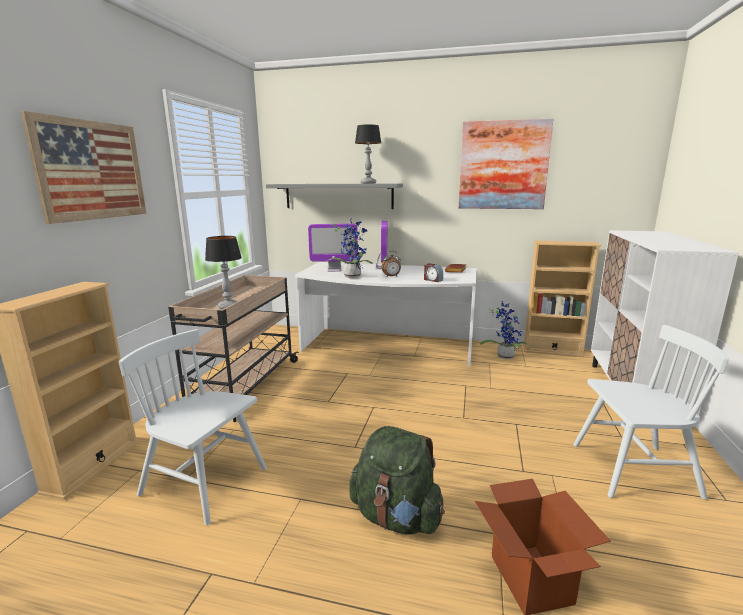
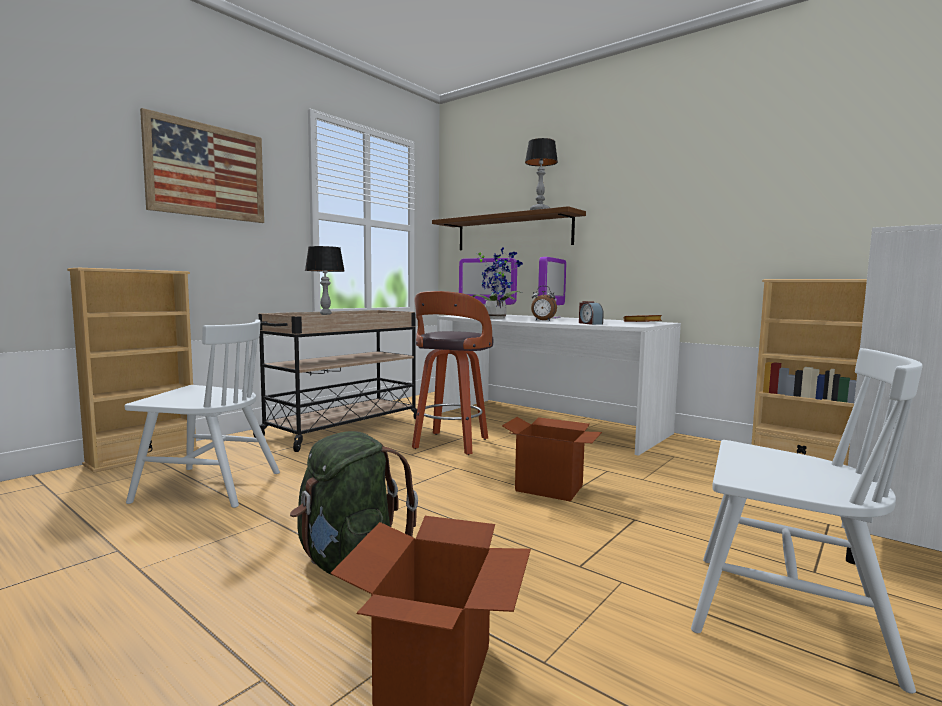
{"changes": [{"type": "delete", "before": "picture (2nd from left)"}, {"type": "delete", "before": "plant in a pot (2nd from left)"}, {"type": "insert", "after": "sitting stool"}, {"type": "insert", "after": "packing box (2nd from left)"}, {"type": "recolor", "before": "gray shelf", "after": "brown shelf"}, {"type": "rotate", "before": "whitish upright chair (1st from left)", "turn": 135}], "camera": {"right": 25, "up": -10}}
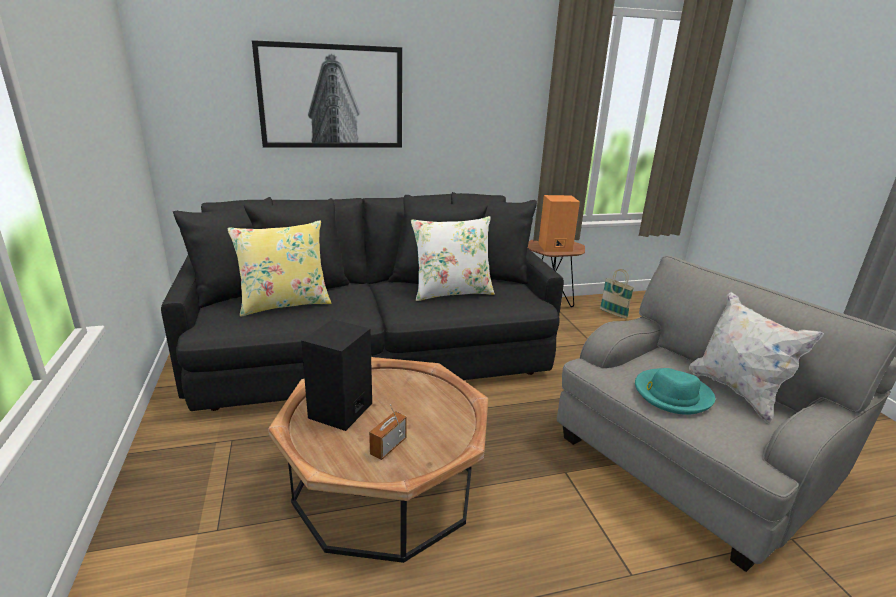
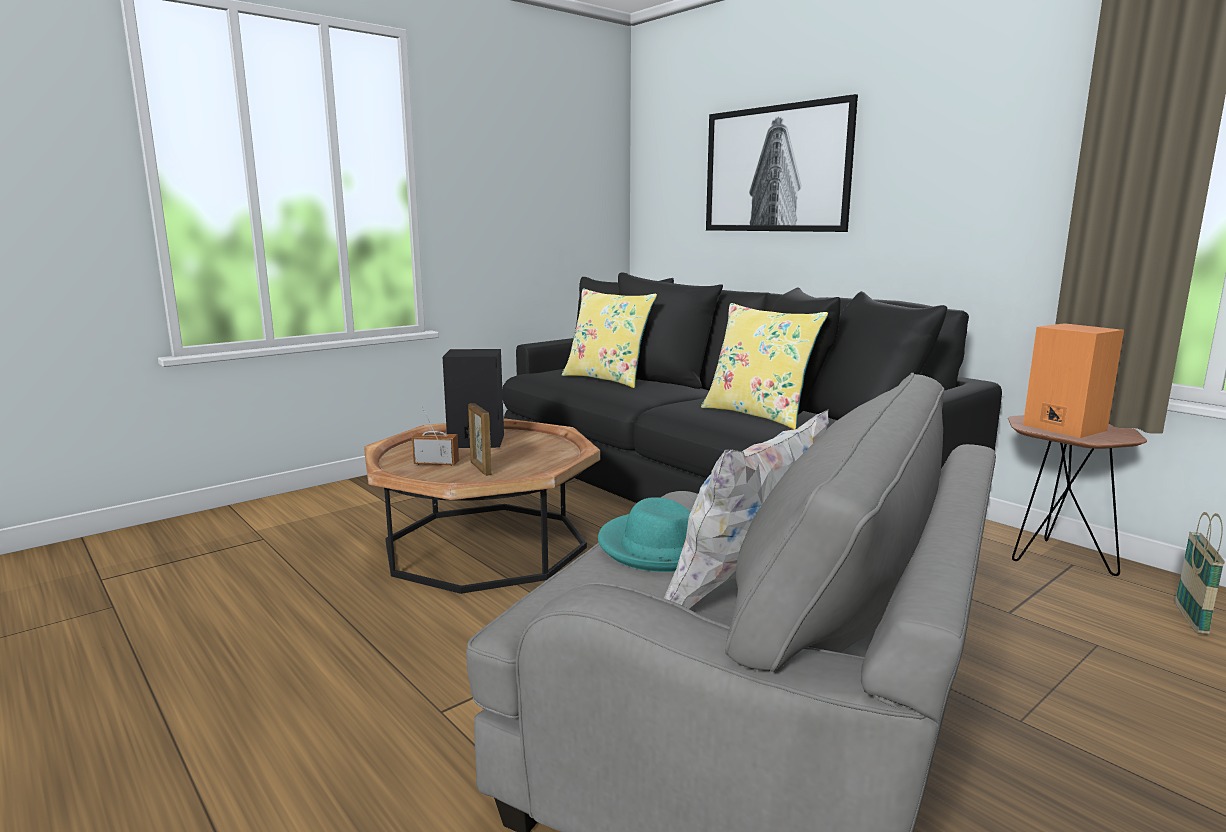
{"changes": [{"type": "insert", "after": "picture frame"}, {"type": "recolor", "before": "whitish throw pillow (1st from left)", "after": "yellowish throw pillow (2nd from left)"}], "camera": {"right": 65, "up": -10}}
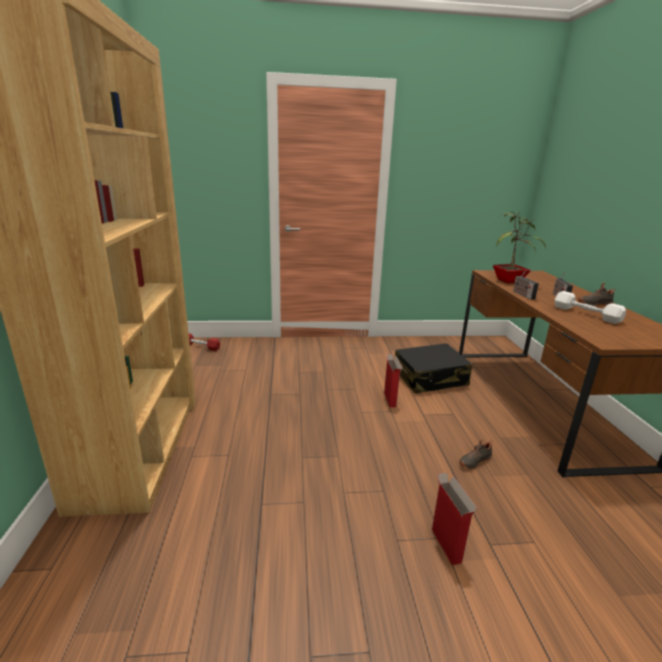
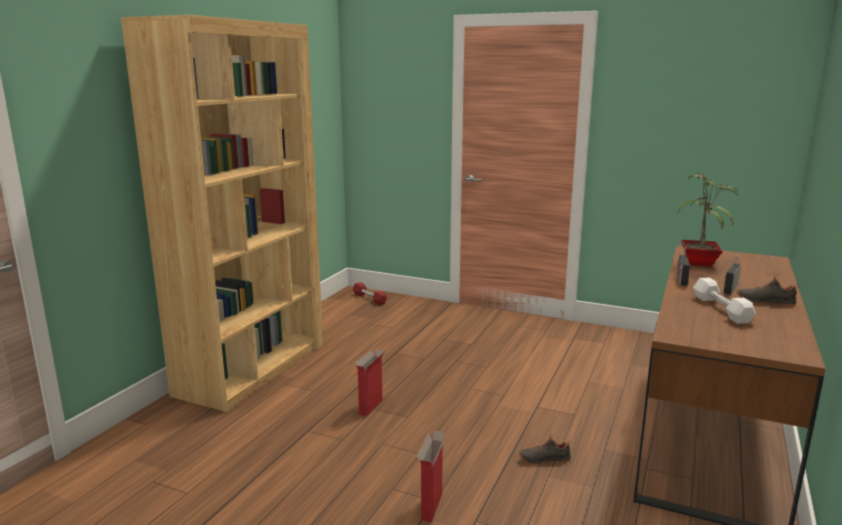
{"changes": [{"type": "delete", "before": "blackish suitcase"}, {"type": "move", "before": "packing box (1st from left)"}], "camera": {"right": 30, "up": -5}}
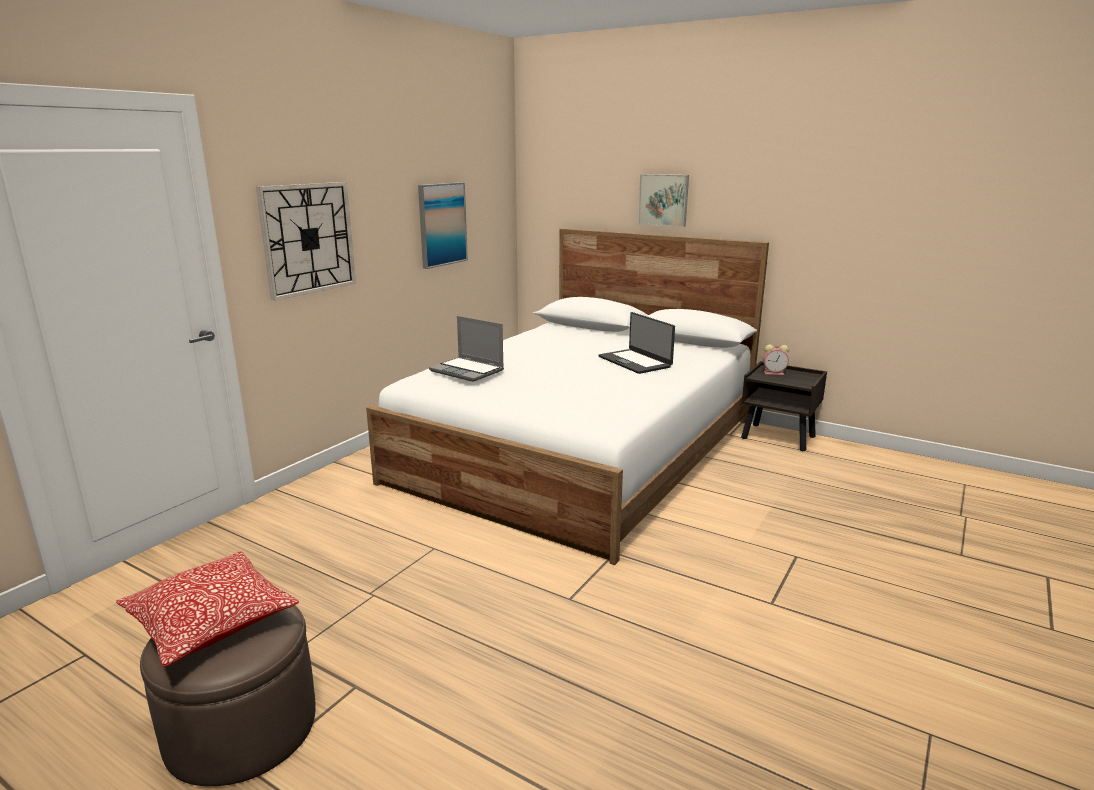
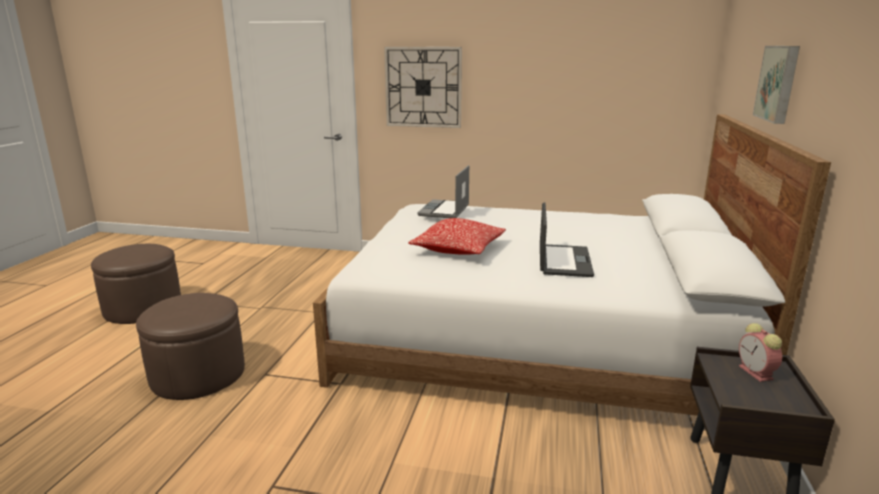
{"changes": [{"type": "delete", "before": "picture (1st from left)"}, {"type": "insert", "after": "brown ottoman (2nd from left)"}, {"type": "move", "before": "throw pillow"}, {"type": "rotate", "before": "laptop (2nd from left)", "turn": 150}], "camera": {"right": 70, "up": 0}}
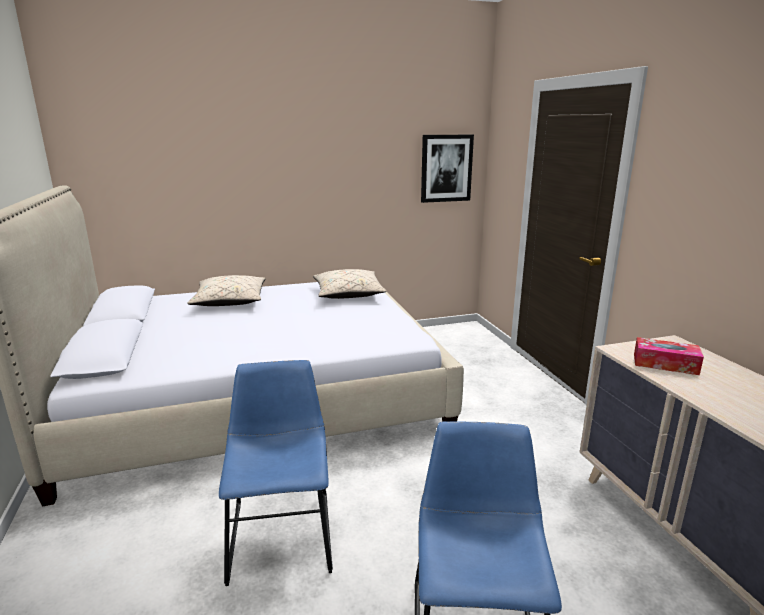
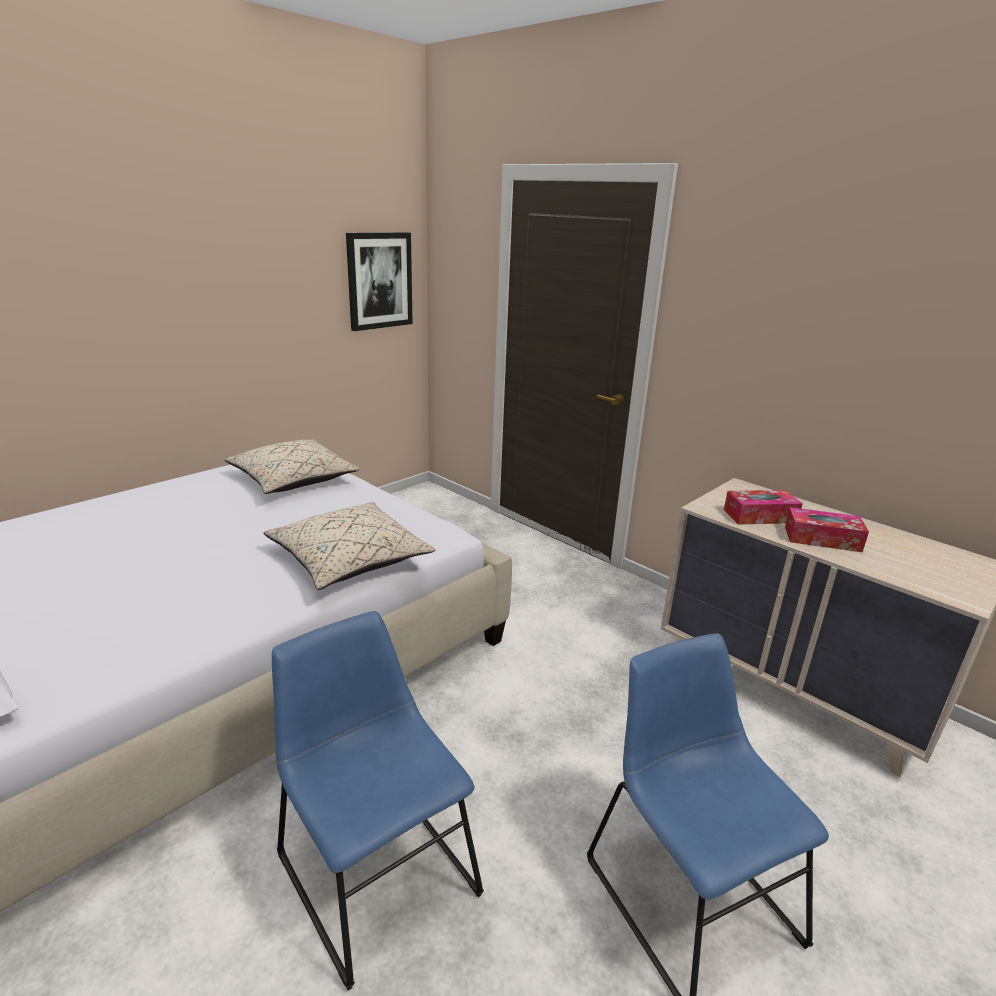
{"changes": [{"type": "insert", "after": "tissue box (2nd from left)"}, {"type": "move", "before": "beige throw pillow (1st from left in the first image)", "after": "beige throw pillow (2nd from left)"}], "camera": {"right": -30, "up": 5}}
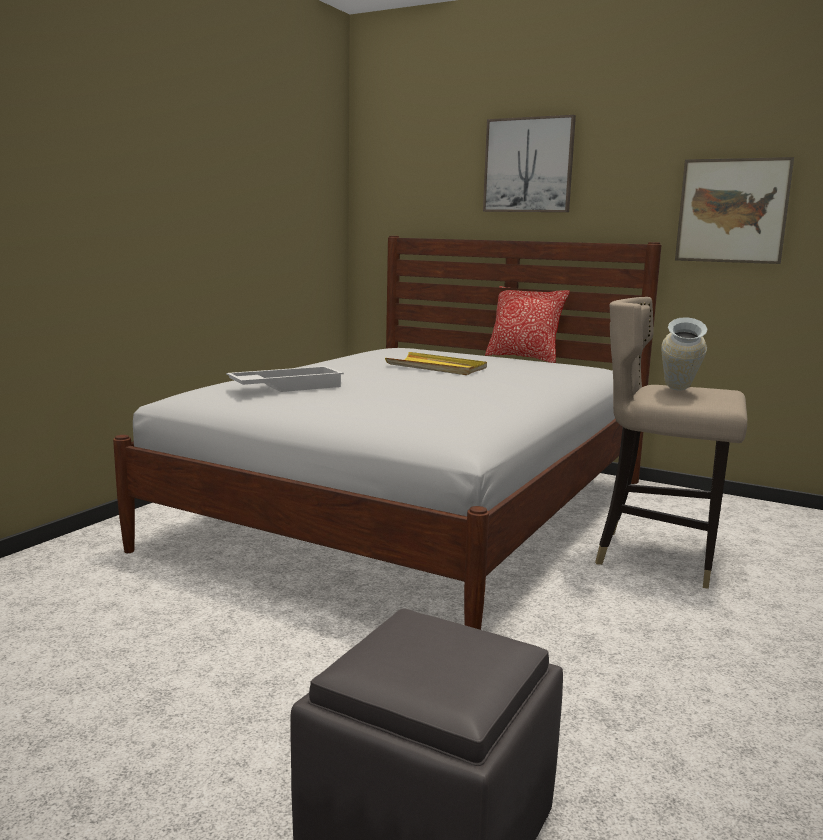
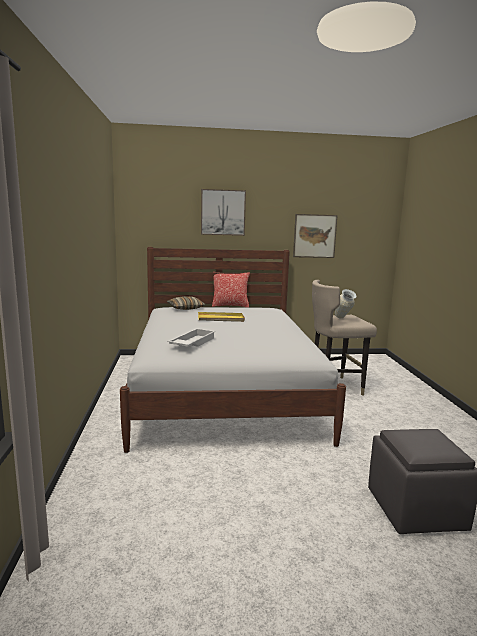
{"changes": [{"type": "insert", "after": "throw pillow (1st from left)"}], "camera": {"right": -35, "up": 0}}
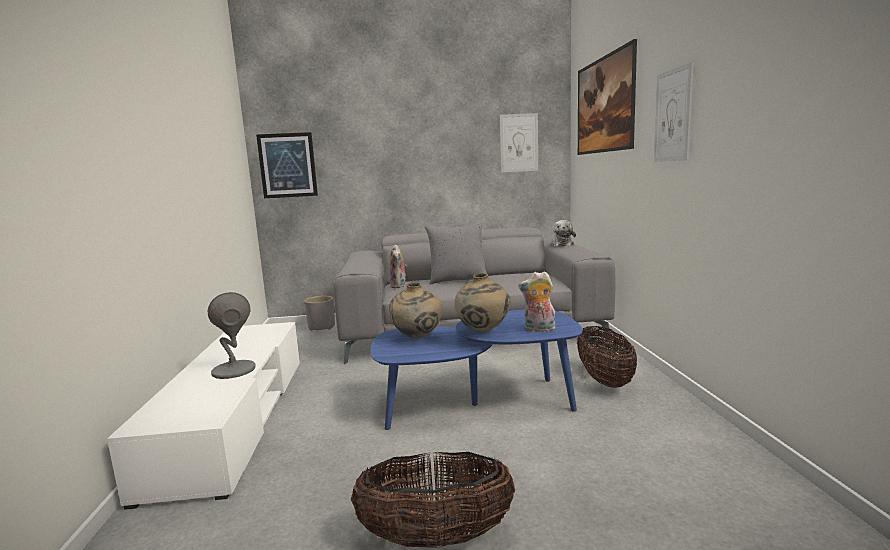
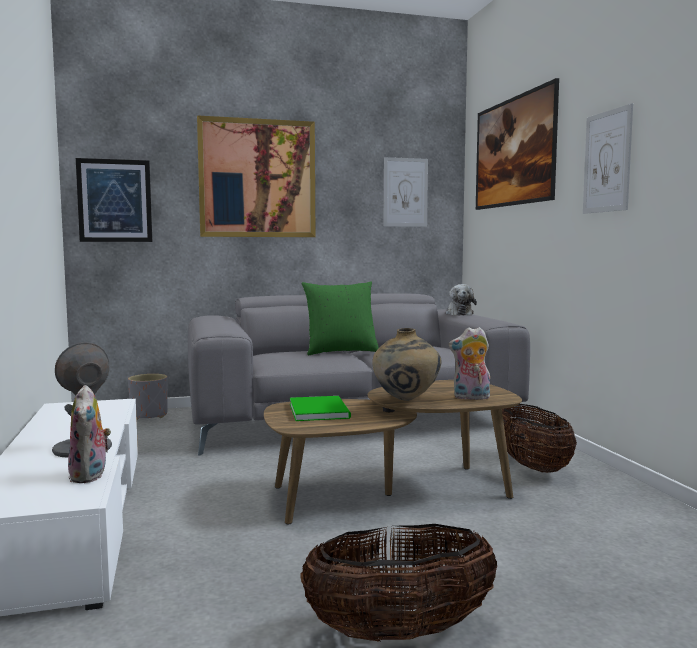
{"changes": [{"type": "insert", "after": "picture (2nd from left)"}, {"type": "move", "before": "cuddly toy (1st from left)"}, {"type": "replace", "before": "beige decorative vase (1st from left)", "after": "green-coloured volume"}, {"type": "recolor", "before": "blue low table", "after": "brown low table"}, {"type": "recolor", "before": "gray throw pillow", "after": "green-coloured throw pillow"}], "camera": {"right": -10, "up": -5}}
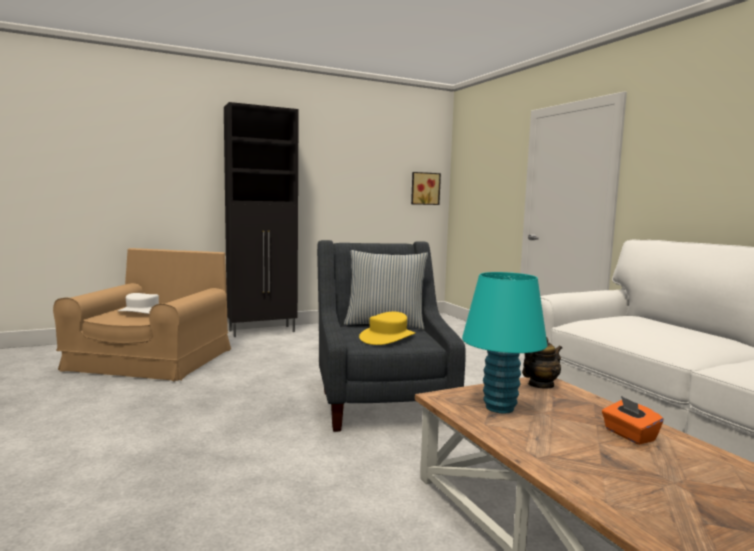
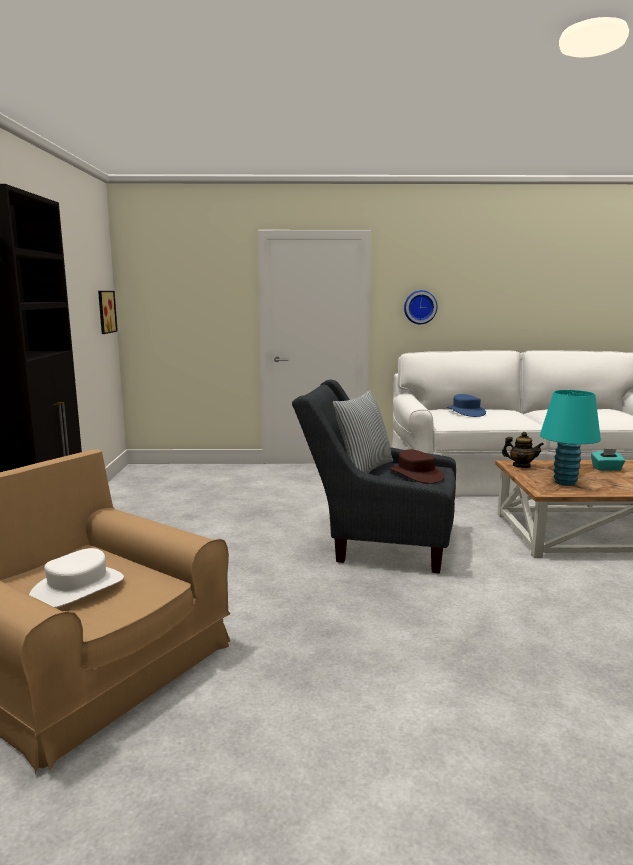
{"changes": [{"type": "insert", "after": "hanging clock"}, {"type": "insert", "after": "blue hat"}, {"type": "recolor", "before": "yellowish hat", "after": "brown hat"}, {"type": "recolor", "before": "orange tissue box", "after": "turquoise tissue box"}, {"type": "rotate", "before": "pot for tea", "turn": 120}], "camera": {"right": -65, "up": 5}}
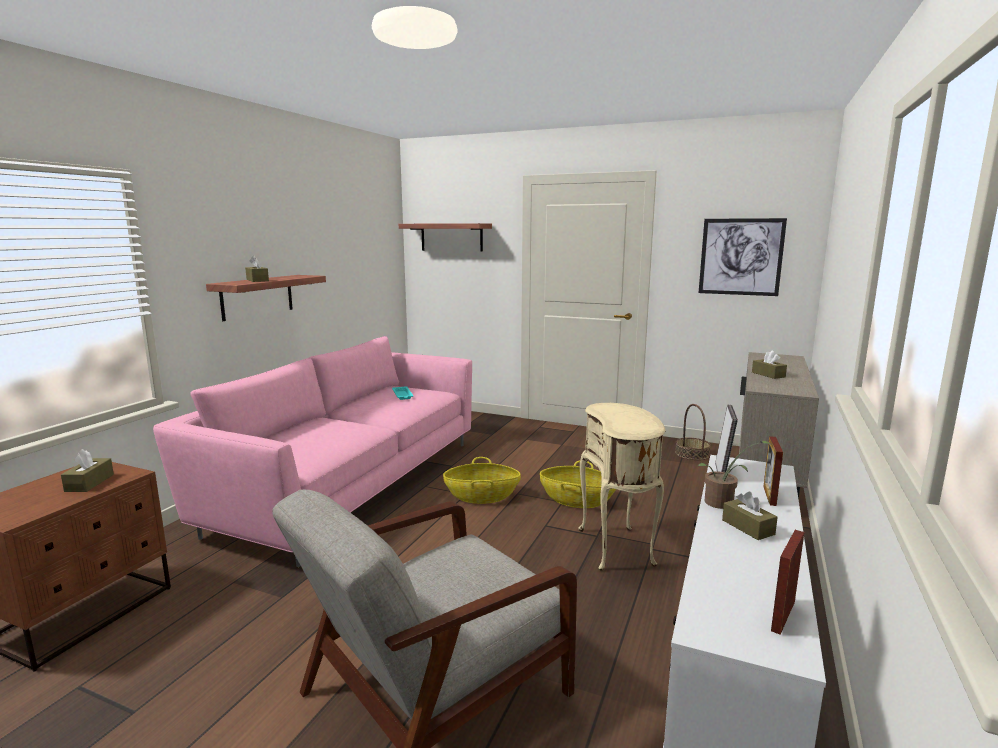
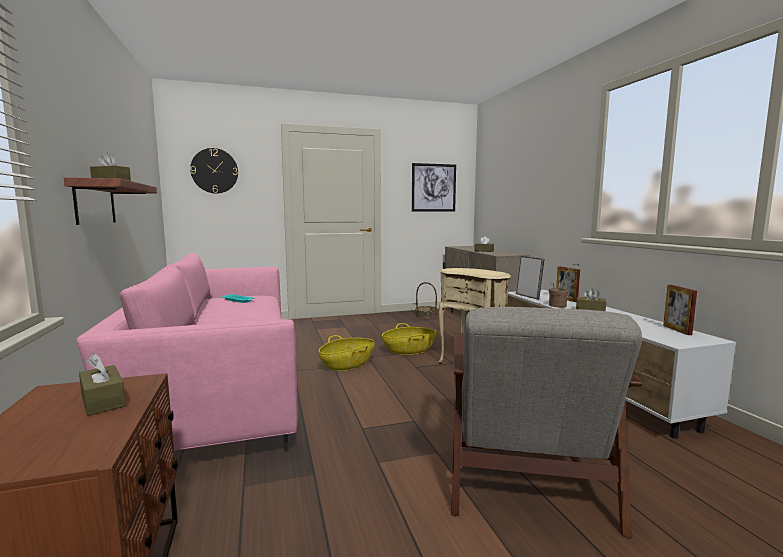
{"changes": [{"type": "replace", "before": "shelf (2nd from left)", "after": "hanging clock"}], "camera": {"right": -40, "up": -5}}
